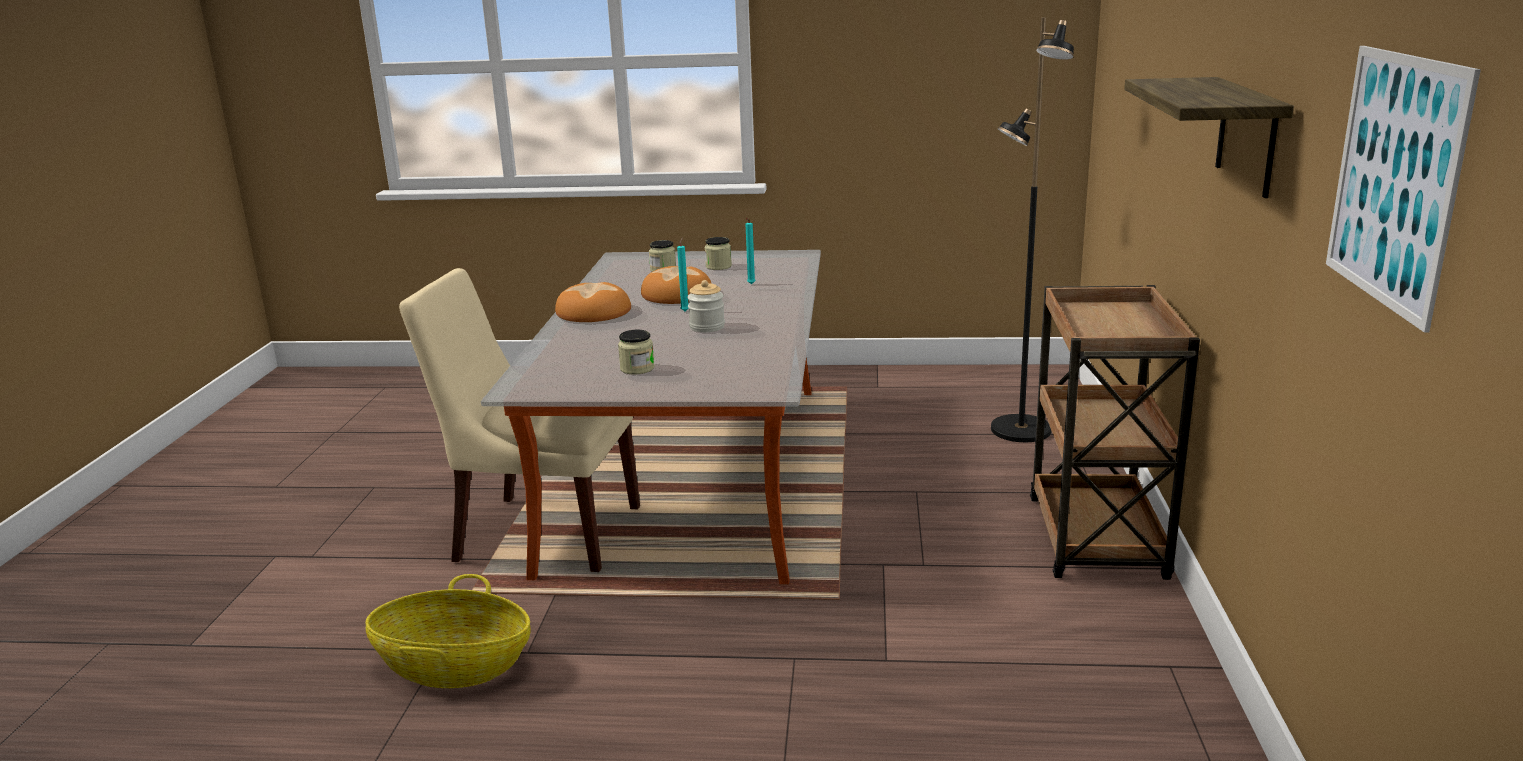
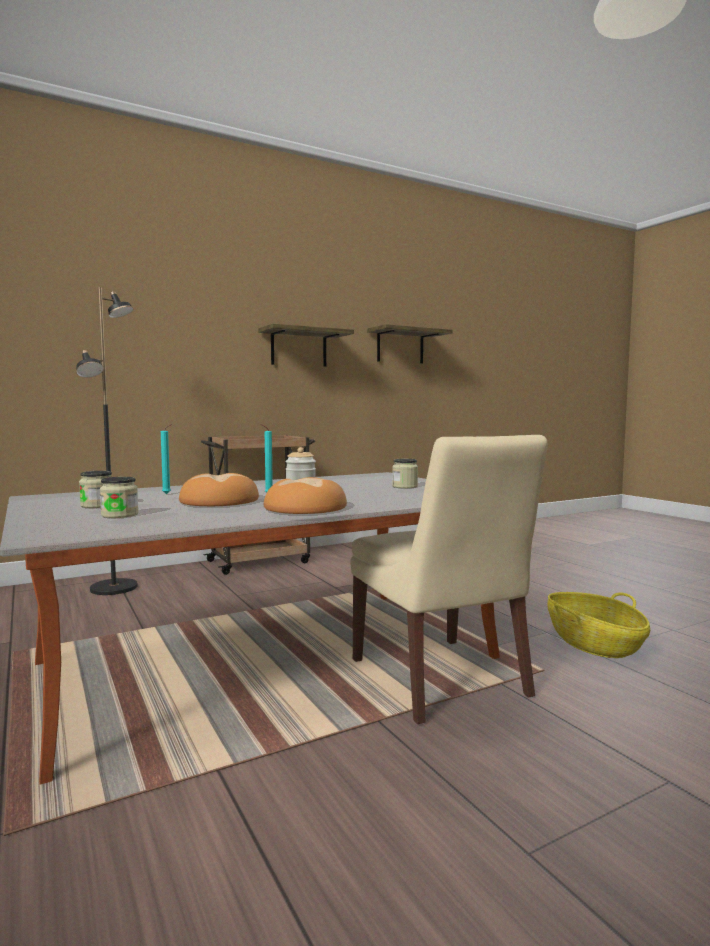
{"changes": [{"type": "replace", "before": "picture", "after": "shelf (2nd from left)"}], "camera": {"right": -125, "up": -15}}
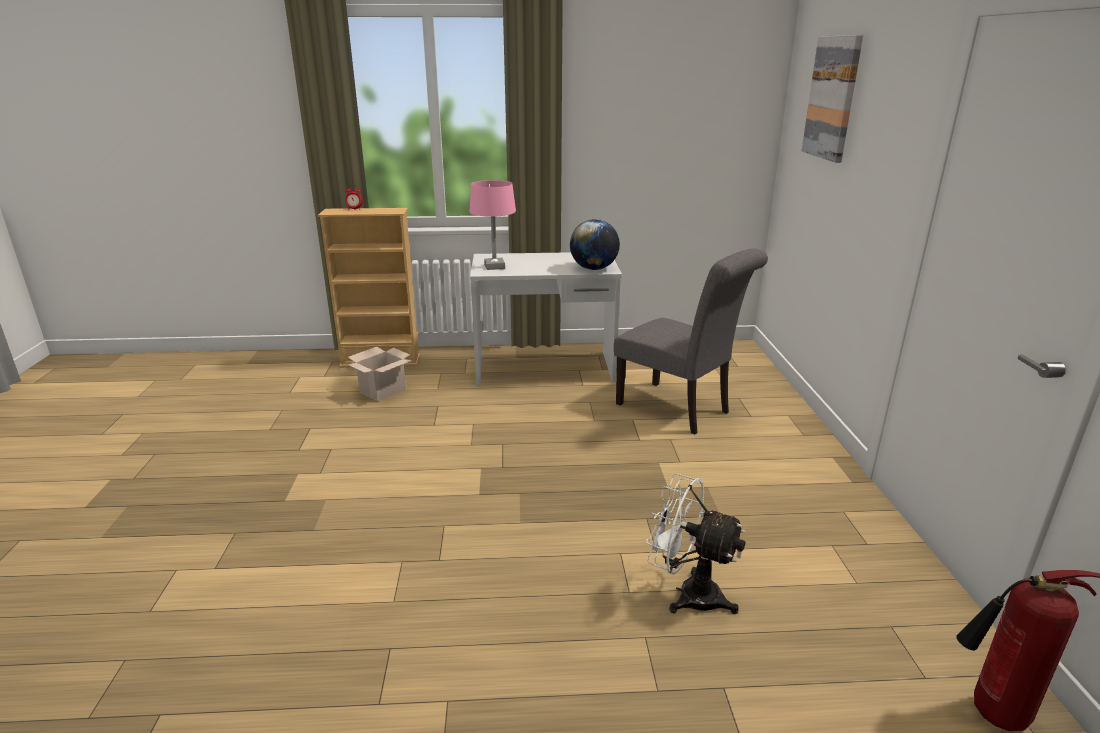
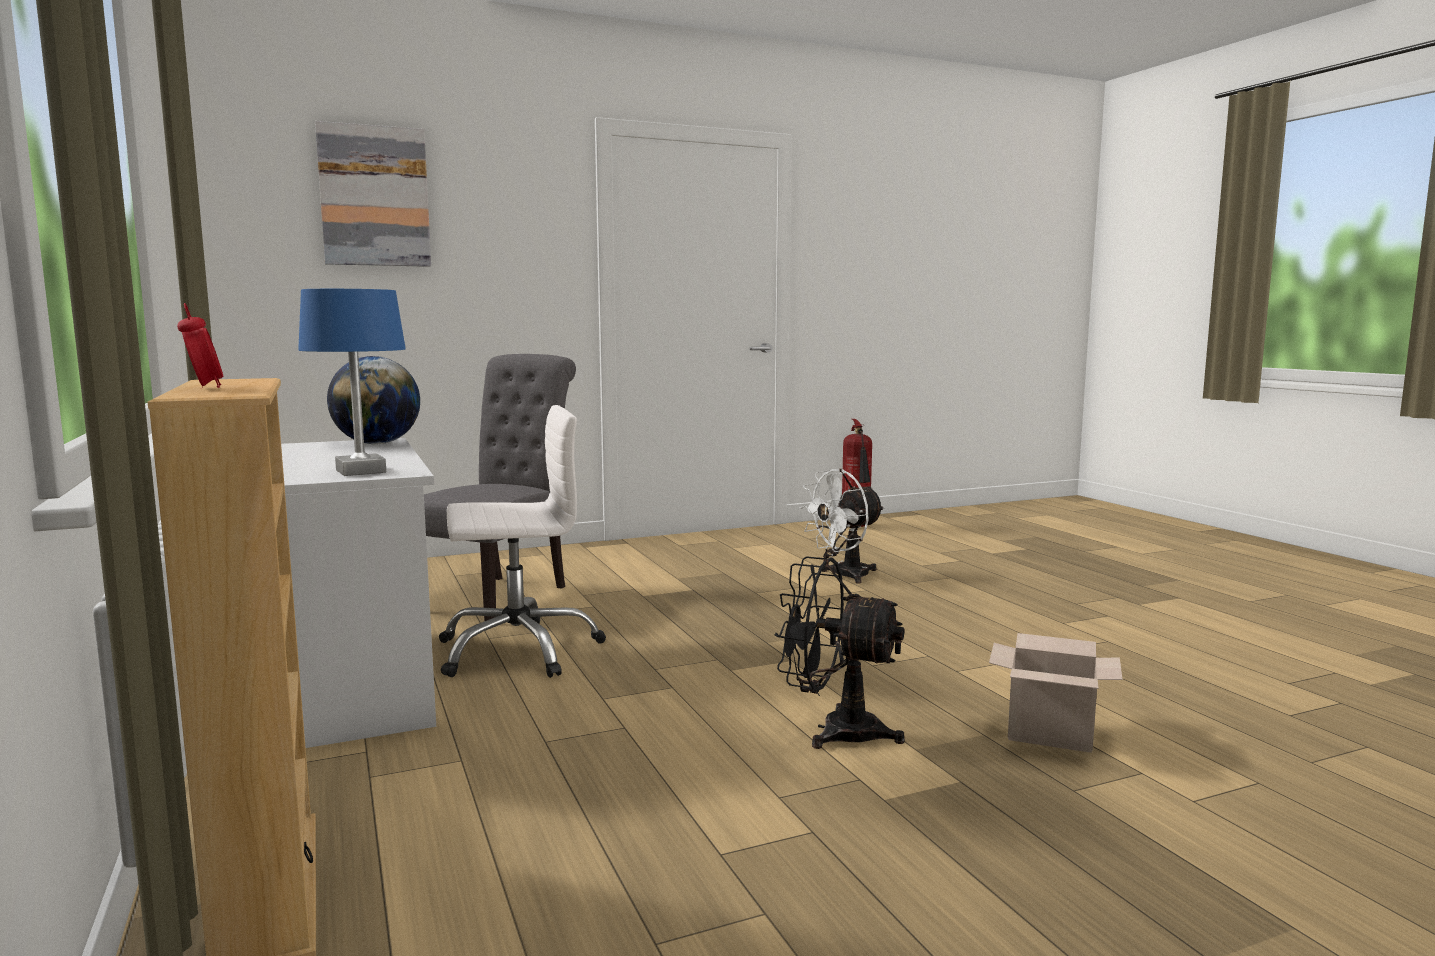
{"changes": [{"type": "insert", "after": "whitish desk chair"}, {"type": "insert", "after": "blackish cooling fan"}, {"type": "move", "before": "packing box"}, {"type": "recolor", "before": "pink tabletop lamp", "after": "blue tabletop lamp"}, {"type": "rotate", "before": "whitish cooling fan", "turn": 45}], "camera": {"right": -110, "up": -15}}
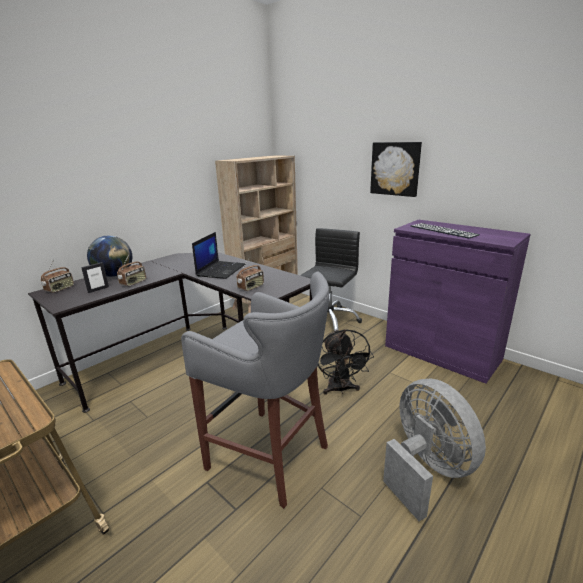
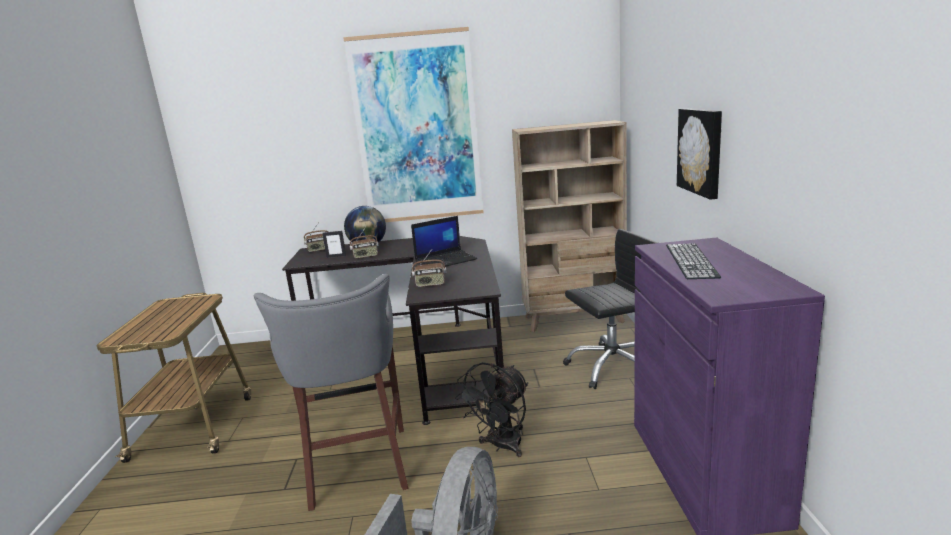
{"changes": [{"type": "insert", "after": "picture (1st from left)"}], "camera": {"right": 45, "up": -5}}
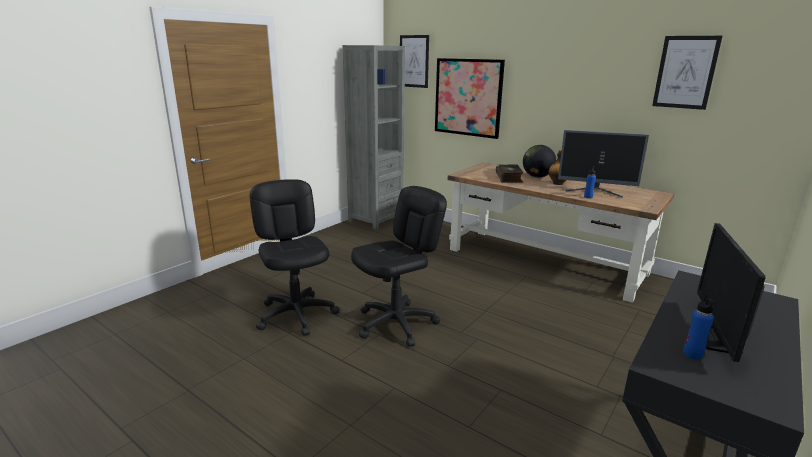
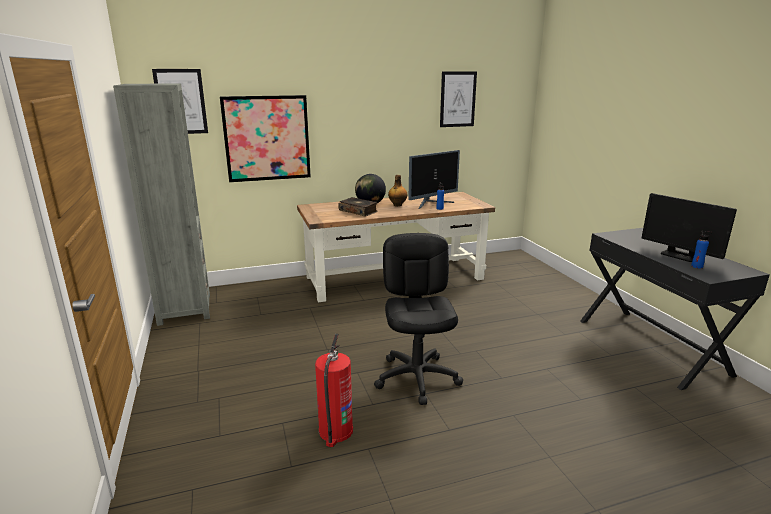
{"changes": [{"type": "replace", "before": "blackish desk chair (1st from left)", "after": "extinguisher"}], "camera": {"right": -55, "up": 0}}
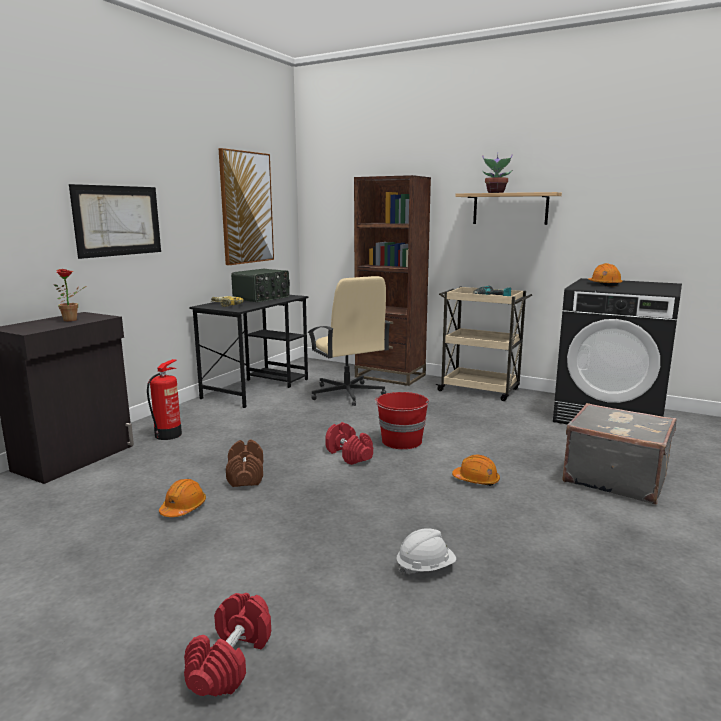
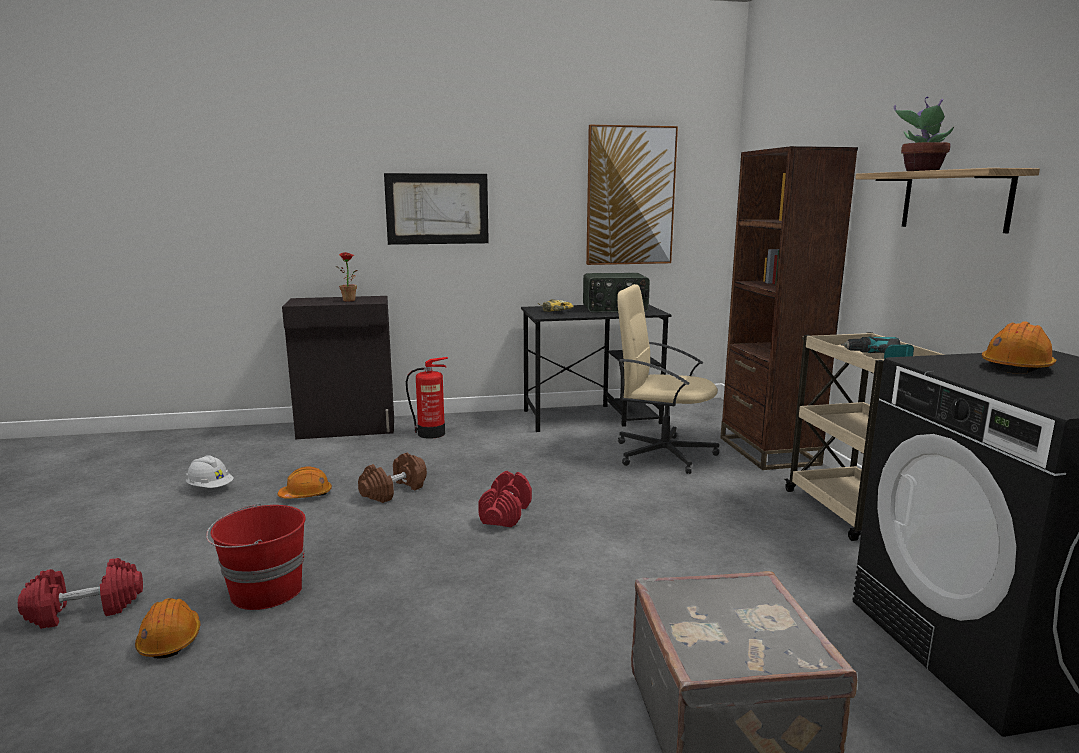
{"changes": [{"type": "move", "before": "reddish bucket"}, {"type": "move", "before": "whitish safety helmet"}, {"type": "move", "before": "orange safety helmet (2nd from left in the first image)", "after": "orange safety helmet (1st from left)"}, {"type": "rotate", "before": "beige desk chair", "turn": 90}], "camera": {"right": 50, "up": 0}}
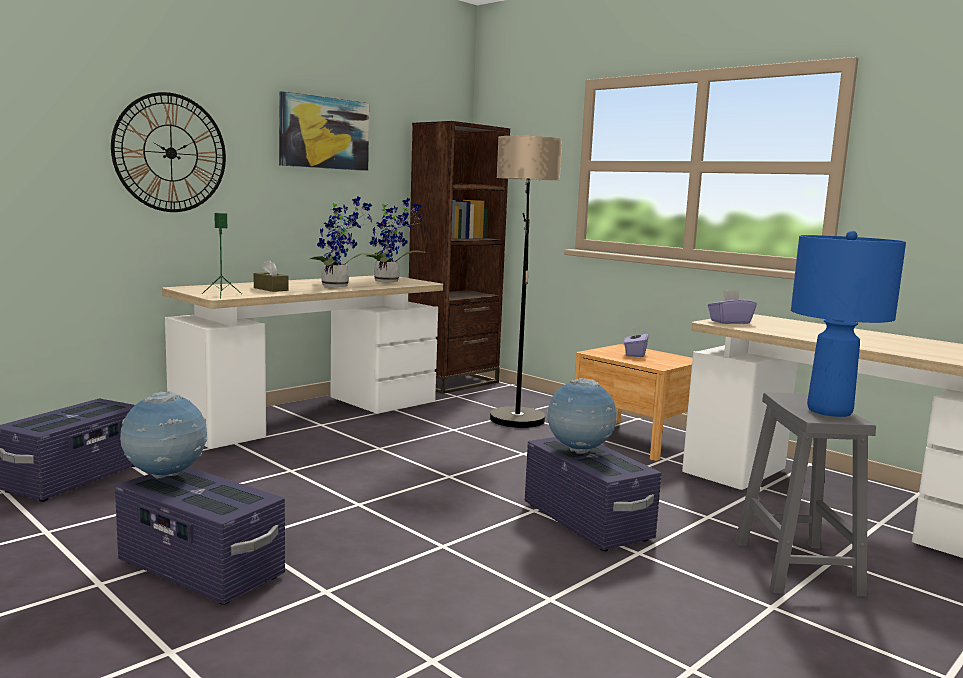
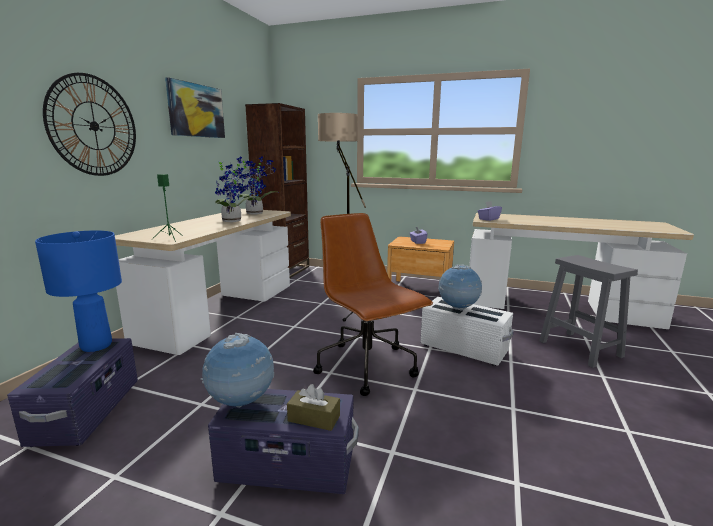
{"changes": [{"type": "insert", "after": "brown desk chair"}, {"type": "move", "before": "brown tissue box"}, {"type": "move", "before": "blue tabletop lamp"}, {"type": "recolor", "before": "purple-coloured storage box (3rd from left)", "after": "whitish storage box"}], "camera": {"right": -25, "up": 5}}
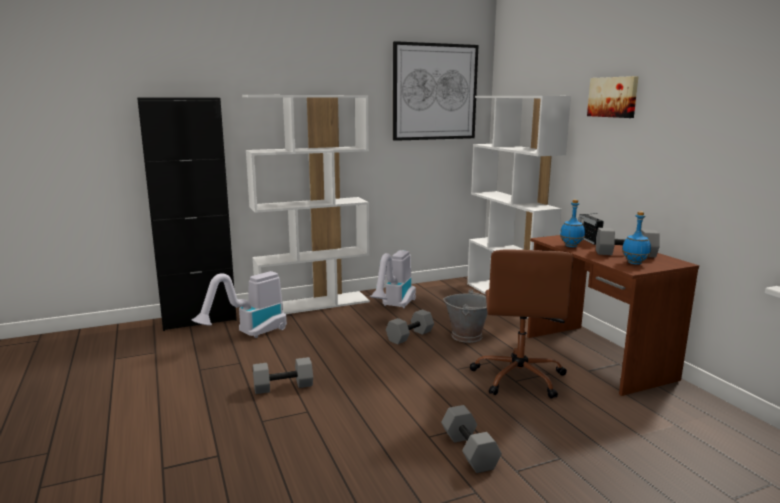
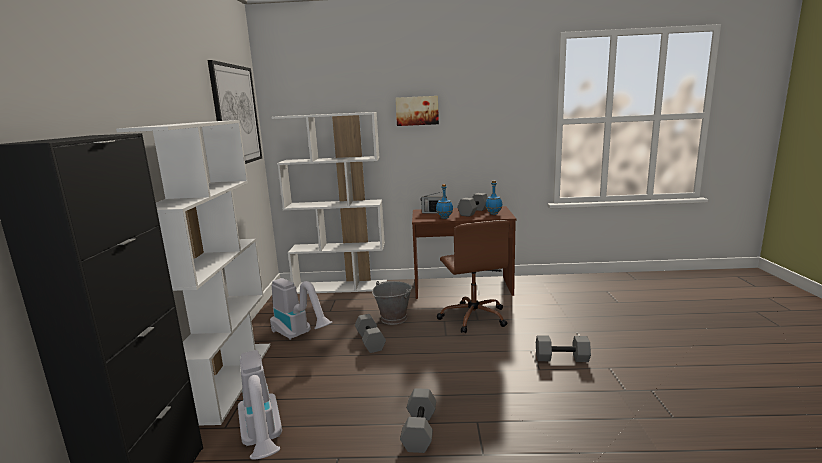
{"changes": [{"type": "rotate", "before": "brown desk chair", "turn": 45}], "camera": {"right": -65, "up": 0}}
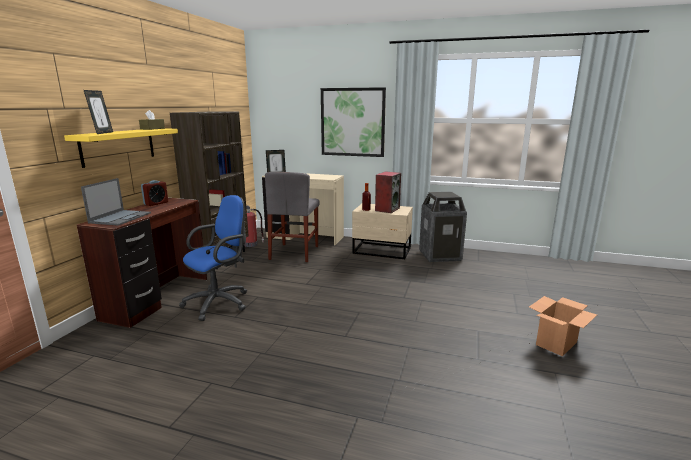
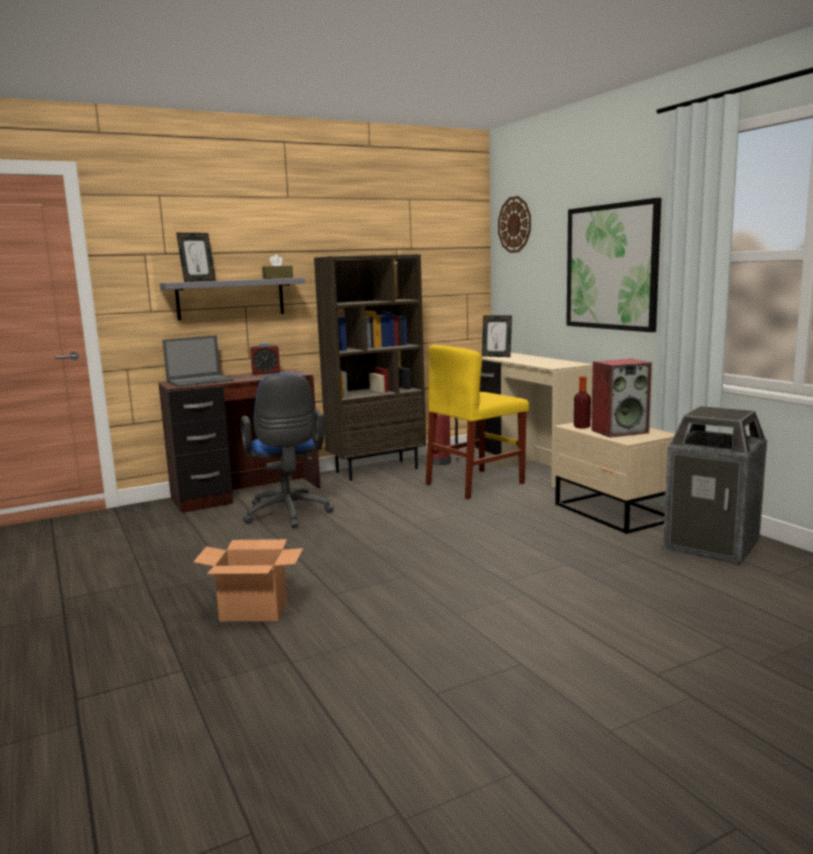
{"changes": [{"type": "insert", "after": "hanging clock"}, {"type": "move", "before": "packing box"}, {"type": "recolor", "before": "yellowish shelf", "after": "gray shelf"}, {"type": "recolor", "before": "gray upright chair", "after": "yellowish upright chair"}, {"type": "rotate", "before": "blue desk chair", "turn": 75}], "camera": {"right": 45, "up": -5}}
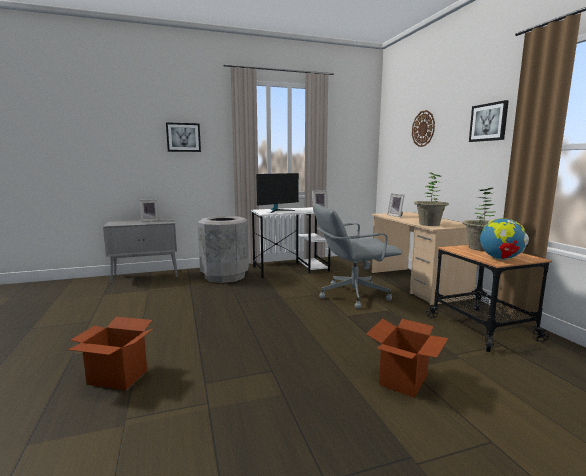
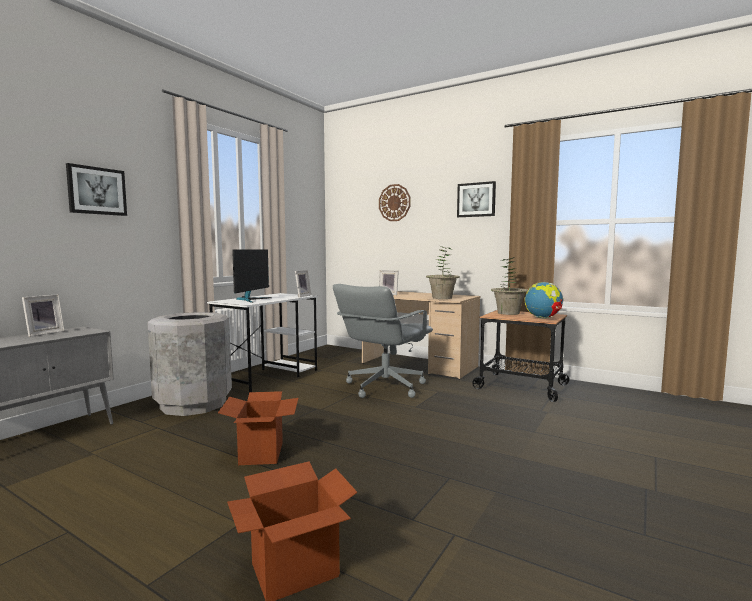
{"changes": [{"type": "move", "before": "packing box (2nd from left in the first image)", "after": "packing box (1st from left)"}], "camera": {"right": -40, "up": -5}}
